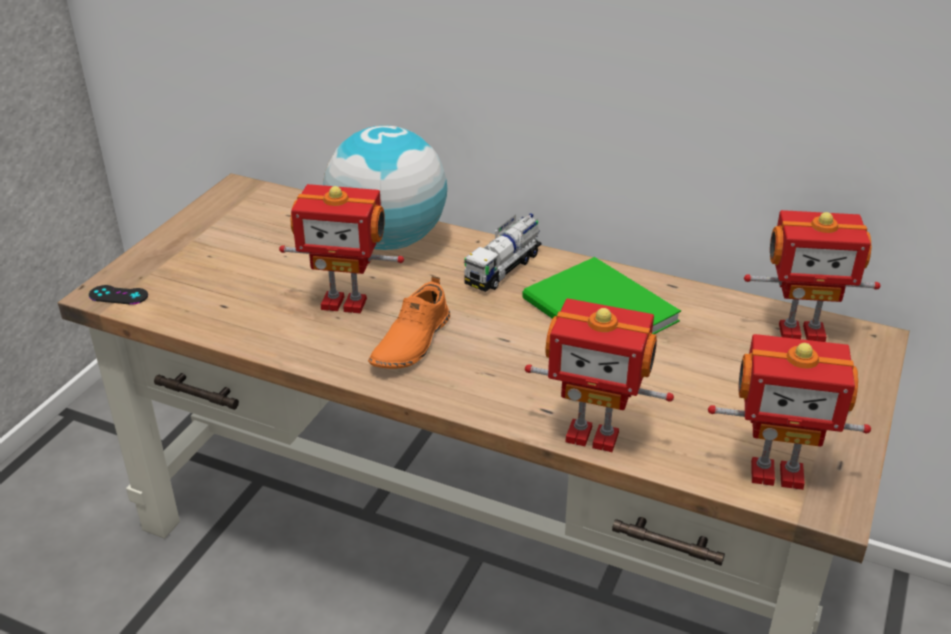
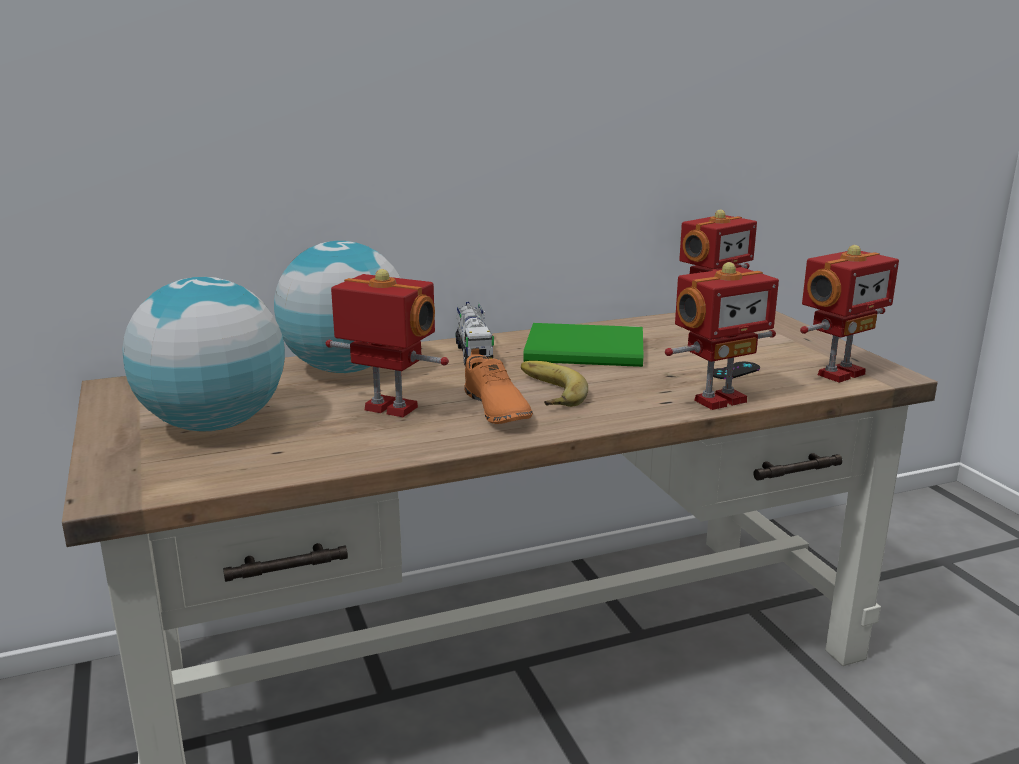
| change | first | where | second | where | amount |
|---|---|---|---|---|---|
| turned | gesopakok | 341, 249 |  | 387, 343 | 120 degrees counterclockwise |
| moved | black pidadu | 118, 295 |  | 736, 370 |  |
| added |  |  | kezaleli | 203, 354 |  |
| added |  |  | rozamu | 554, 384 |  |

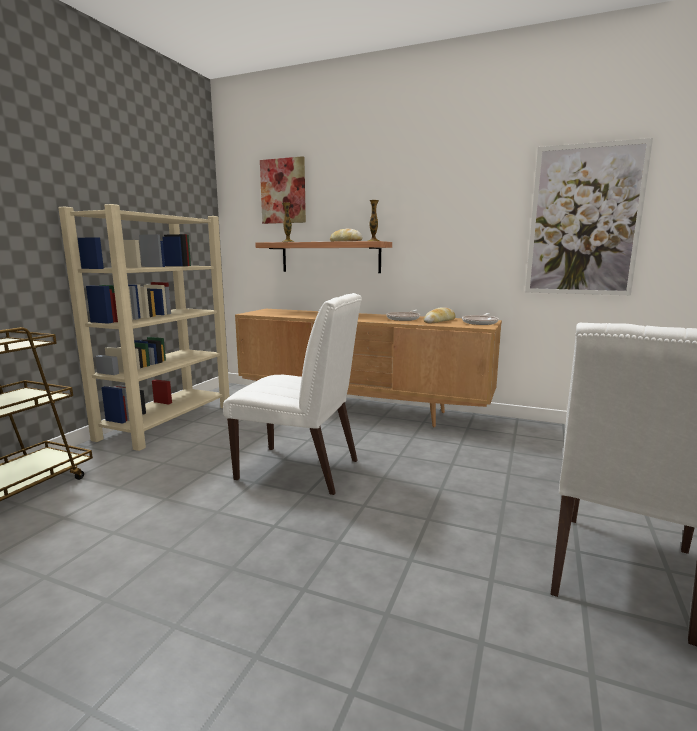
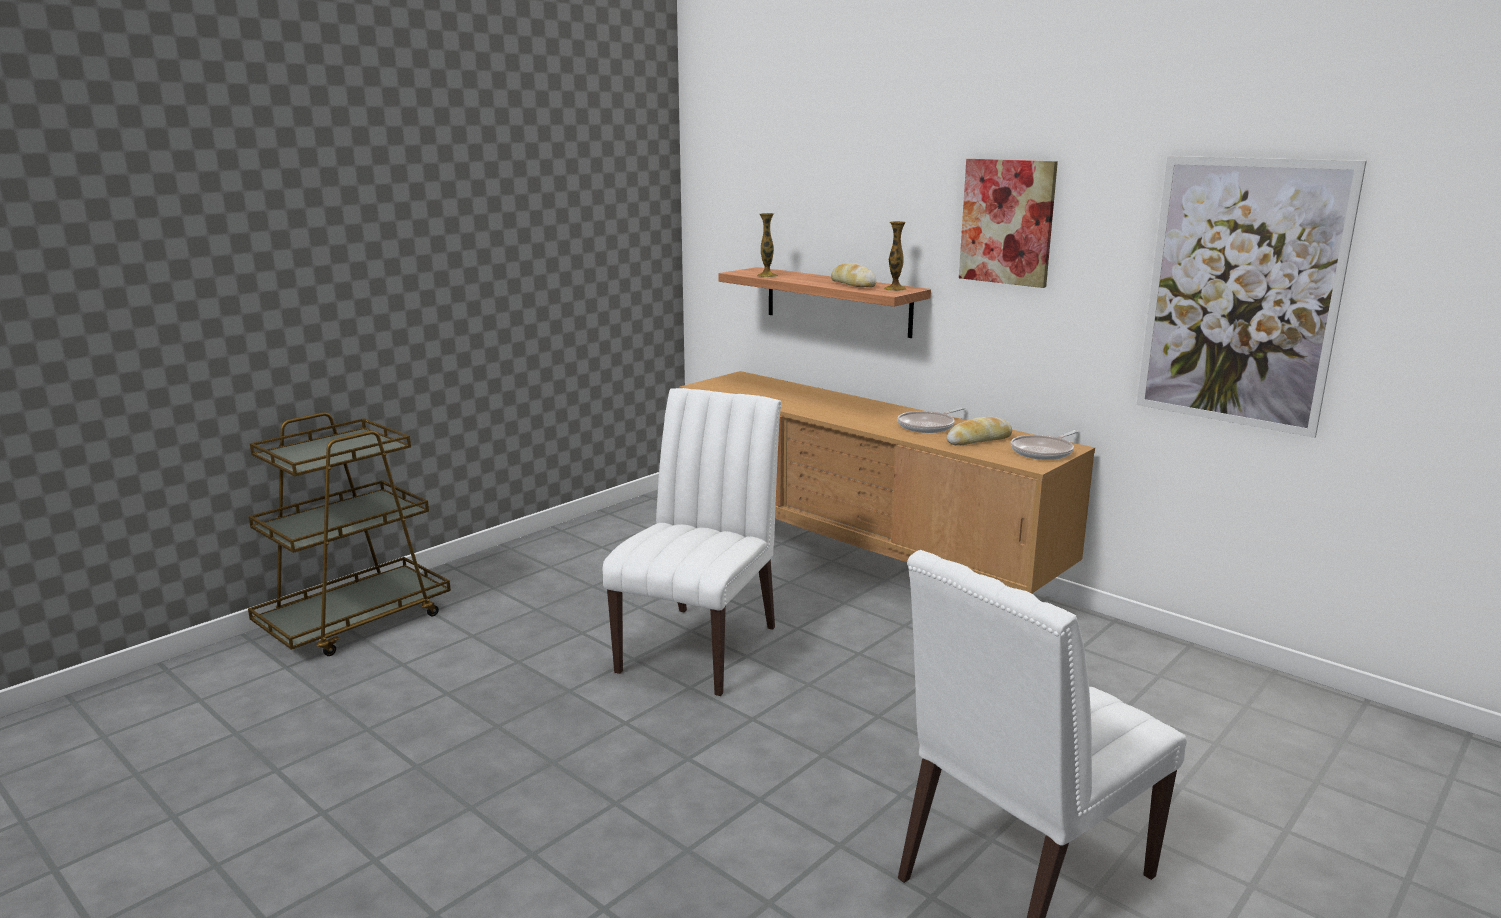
| change | first | where | second | where | amount |
|---|---|---|---|---|---|
| moved | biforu | 283, 190 |  | 1008, 223 |  |
| removed | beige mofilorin | 144, 327 |  |  |  |
| turned | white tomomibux | 292, 394 |  | 692, 542 | 105 degrees counterclockwise |

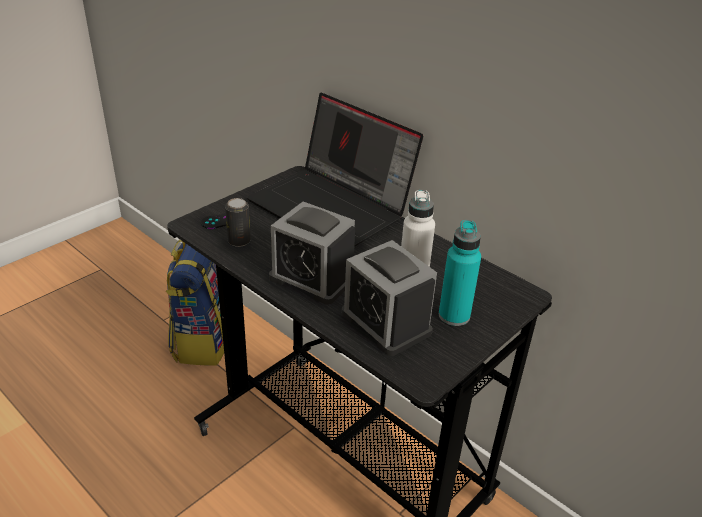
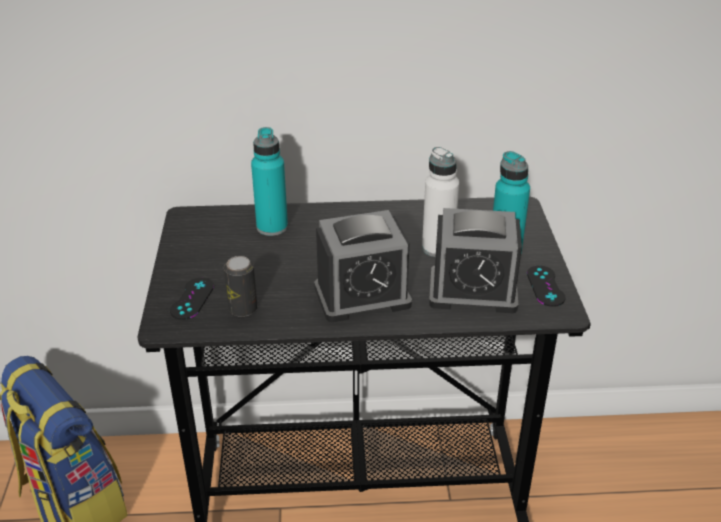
| change | first | where | second | where | amount |
|---|---|---|---|---|---|
| replaced | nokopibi | 335, 170 | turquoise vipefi | 269, 181 |  |
| added |  |  | black pidadu | 546, 286 |  |

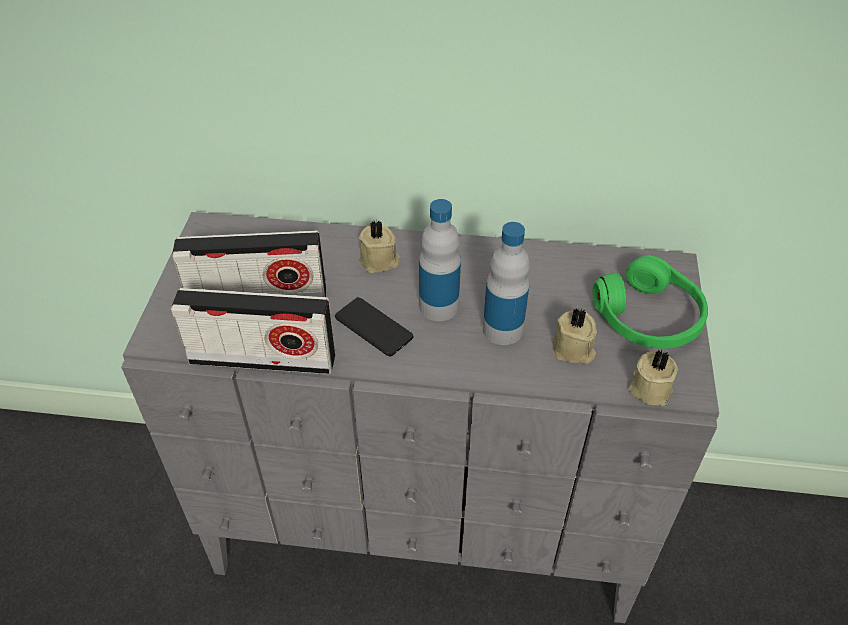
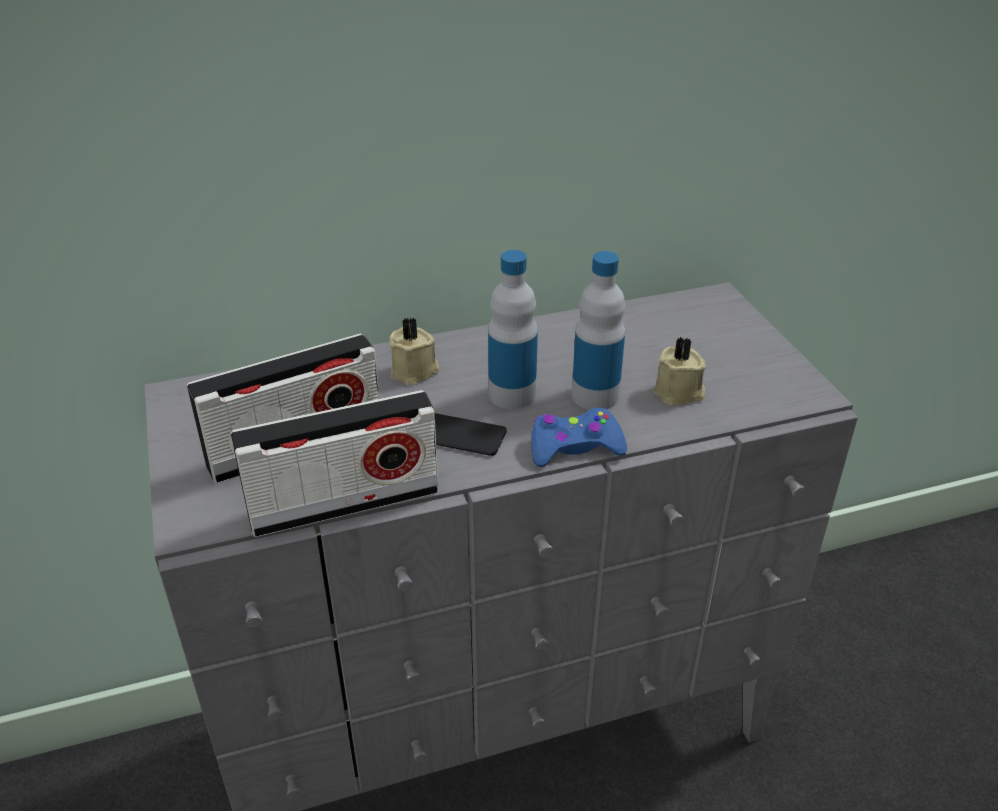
| change | first | where | second | where | amount |
|---|---|---|---|---|---|
| removed | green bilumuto | 650, 302 |  |  |  |
| removed | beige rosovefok | 653, 378 |  |  |  |
| added |  |  | blue pidadu | 579, 437 |  |

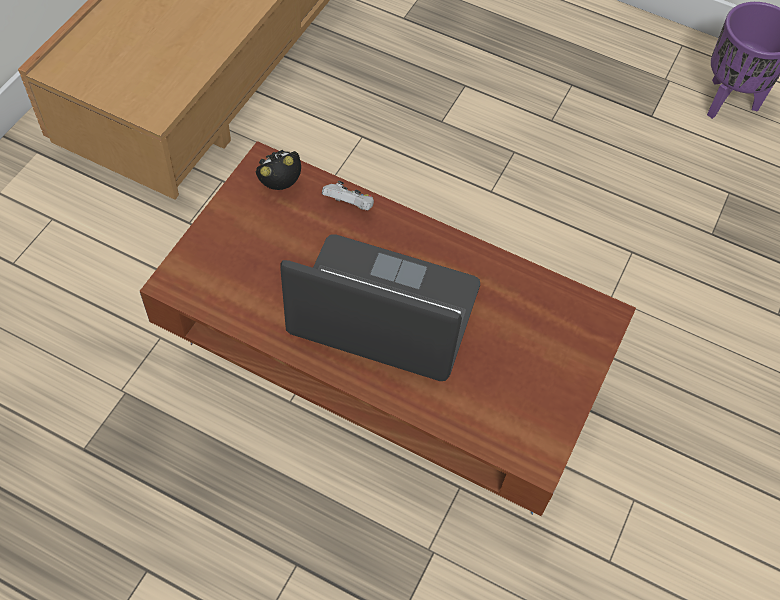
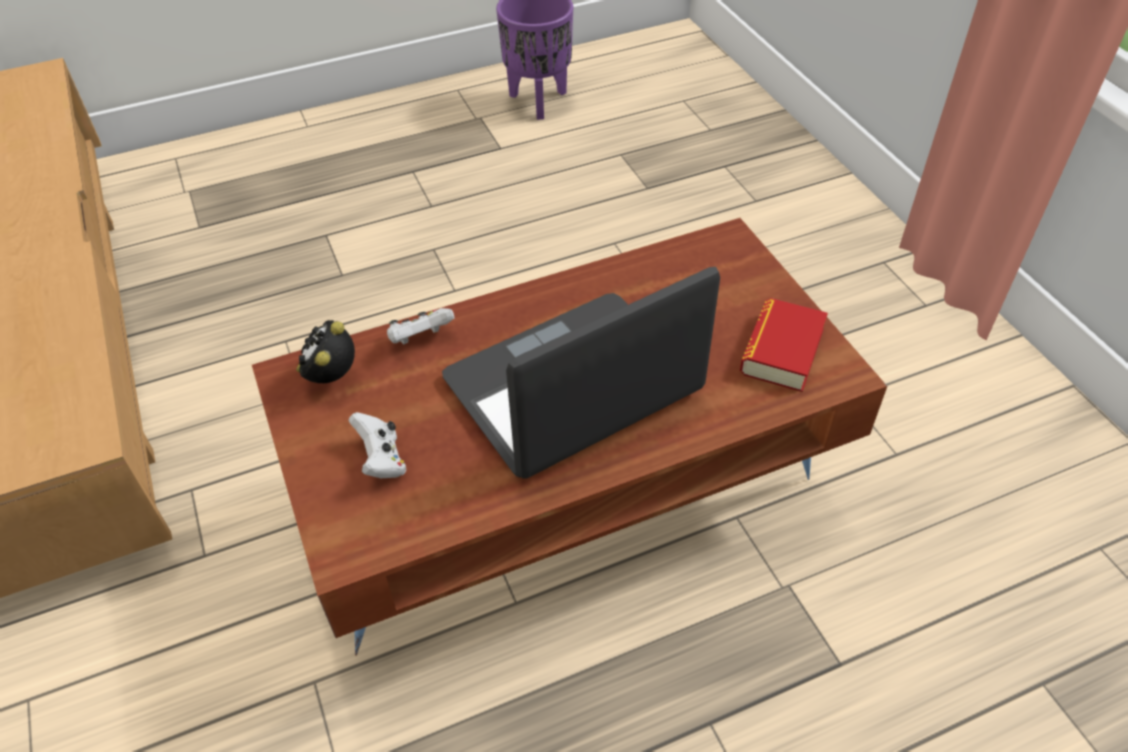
| change | first | where | second | where | amount |
|---|---|---|---|---|---|
| added |  |  | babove | 784, 345 |  |
| added |  |  | white pidadu | 377, 445 |  |

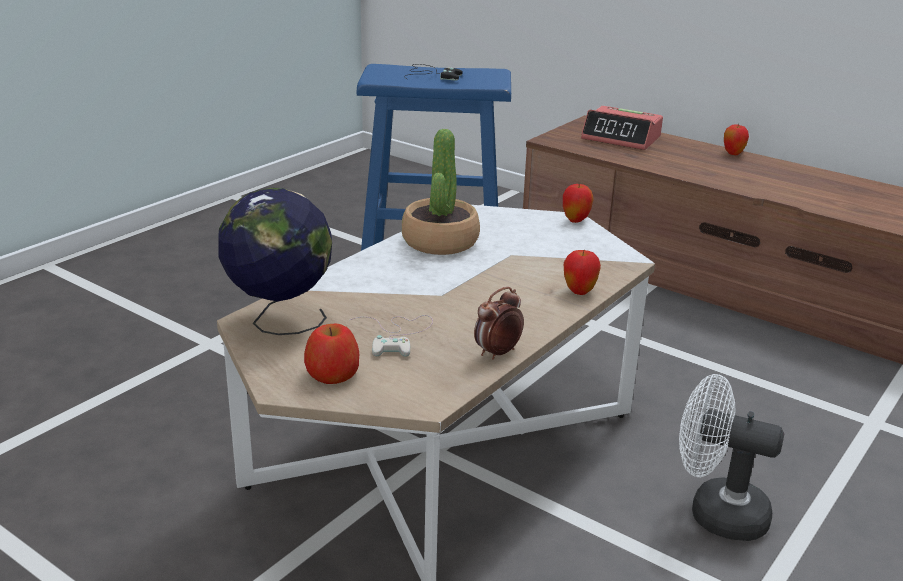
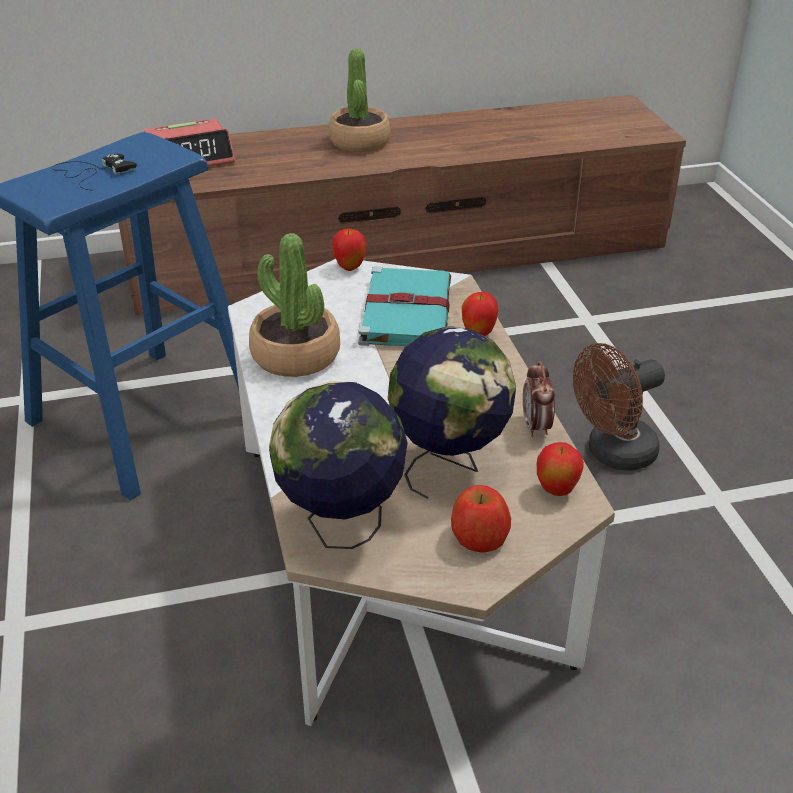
| change | first | where | second | where | amount |
|---|---|---|---|---|---|
| moved | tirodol | 736, 139 |  | 560, 469 |  |
| replaced | white pidadu | 391, 336 | kezaleli | 452, 412 |  |
| recoloured | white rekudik | 731, 457 | brown rekudik | 619, 407 |  |
| added |  |  | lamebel | 359, 100 |  |
| added |  |  | turquoise babove | 404, 306 |  |

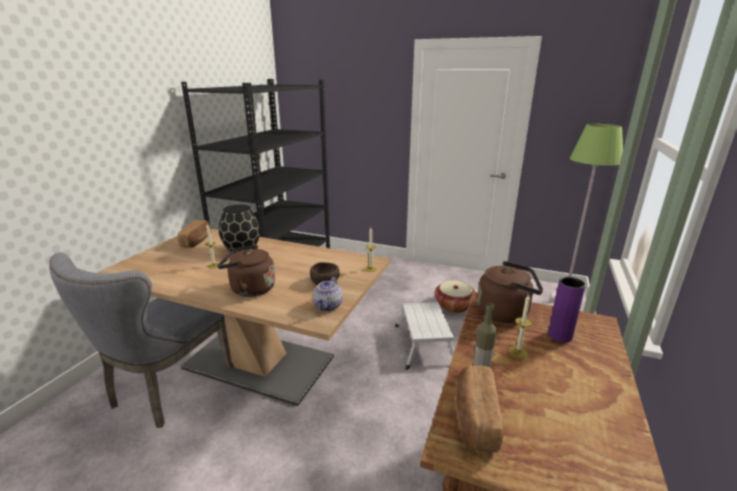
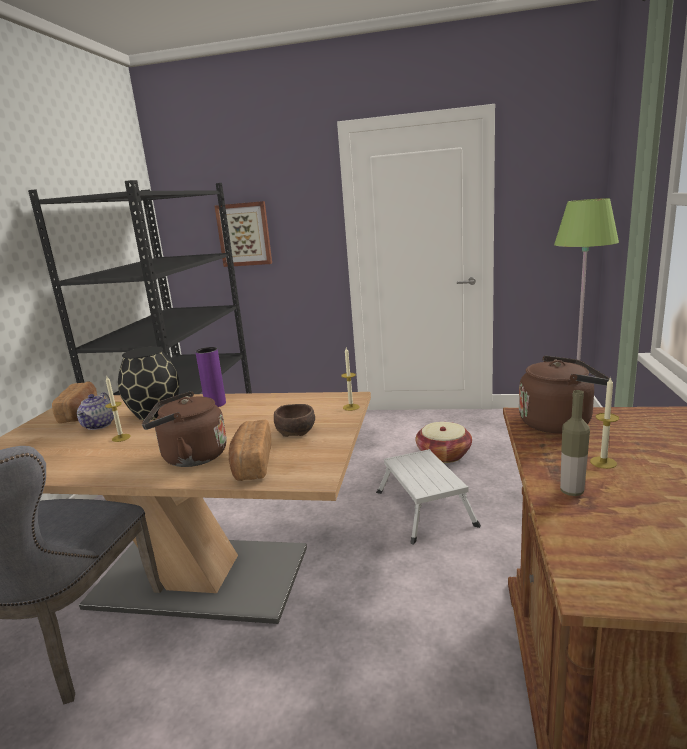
| change | first | where | second | where | amount |
|---|---|---|---|---|---|
| moved | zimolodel | 328, 294 |  | 95, 411 |  |
| moved | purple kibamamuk | 567, 309 |  | 210, 377 |  |
| moved | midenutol | 479, 409 |  | 250, 450 |  |
| added |  |  | biforu | 243, 234 |  |

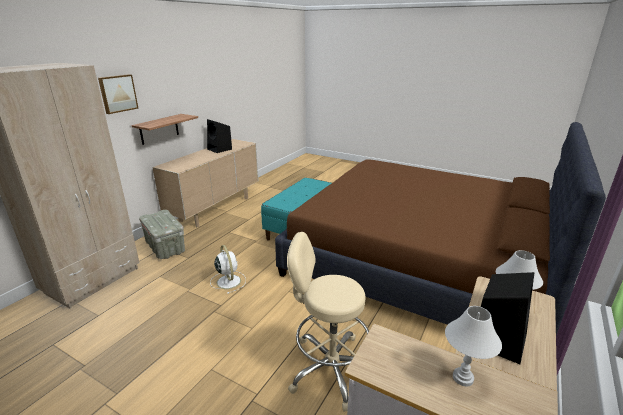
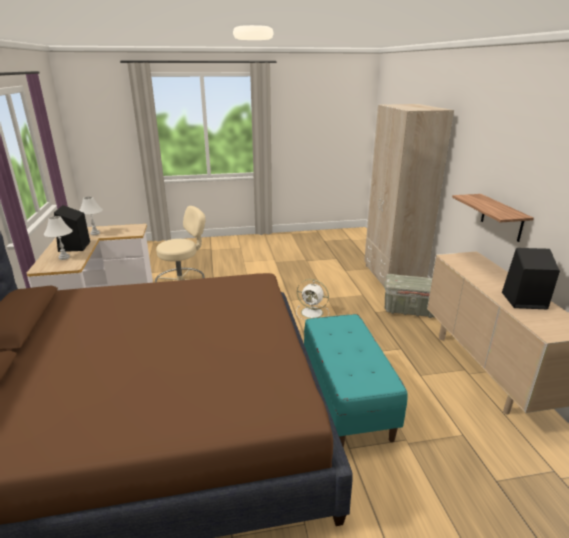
| change | first | where | second | where | amount |
|---|---|---|---|---|---|
| removed | biforu | 118, 94 |  |  |  |

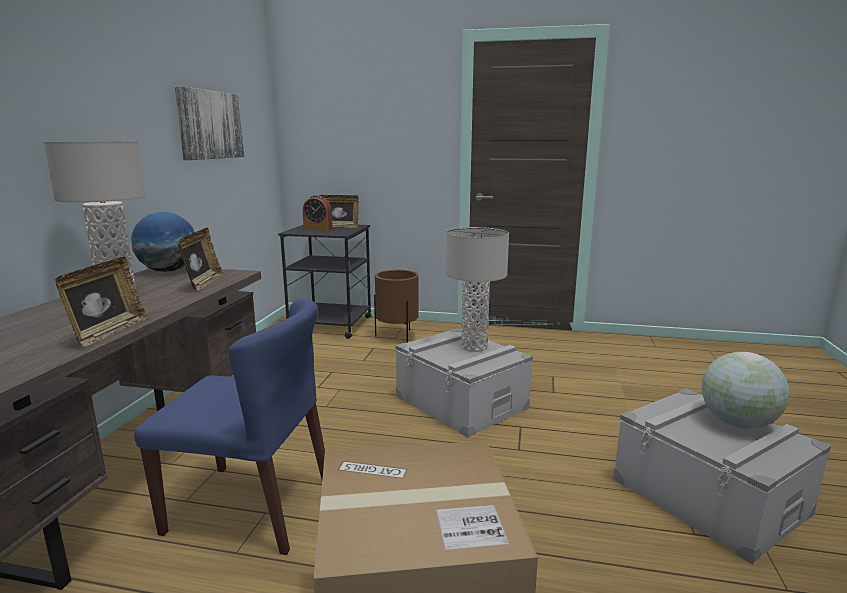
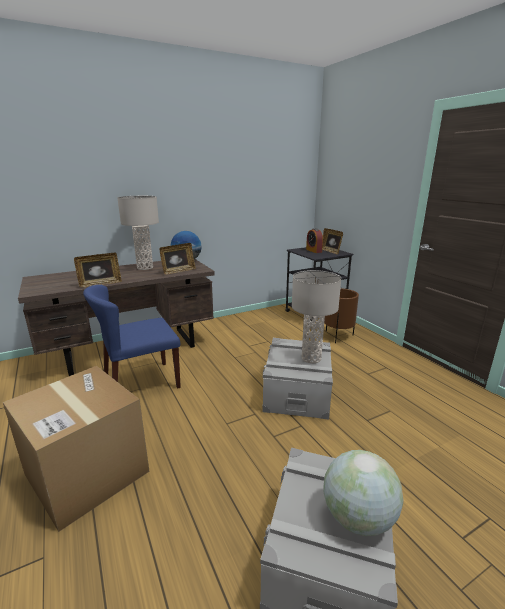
| change | first | where | second | where | amount |
|---|---|---|---|---|---|
| removed | biforu | 209, 123 |  |  |  |
| turned | blue tomomibux | 229, 427 |  | 132, 337 | 90 degrees clockwise |

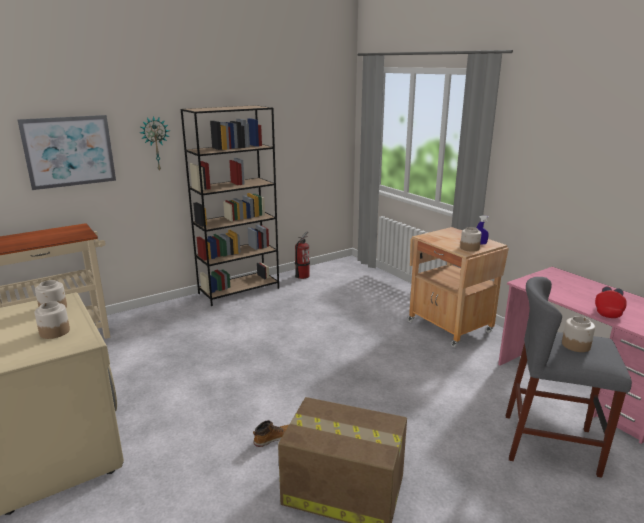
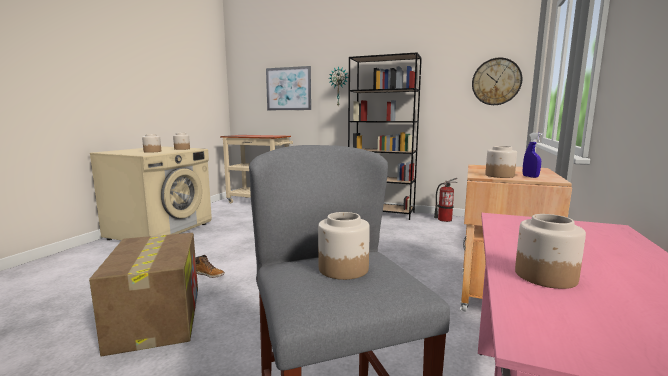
| change | first | where | second | where | amount |
|---|---|---|---|---|---|
| replaced | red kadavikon | 611, 302 | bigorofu | 550, 251 |  |
| added |  |  | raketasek | 497, 81 |  |

